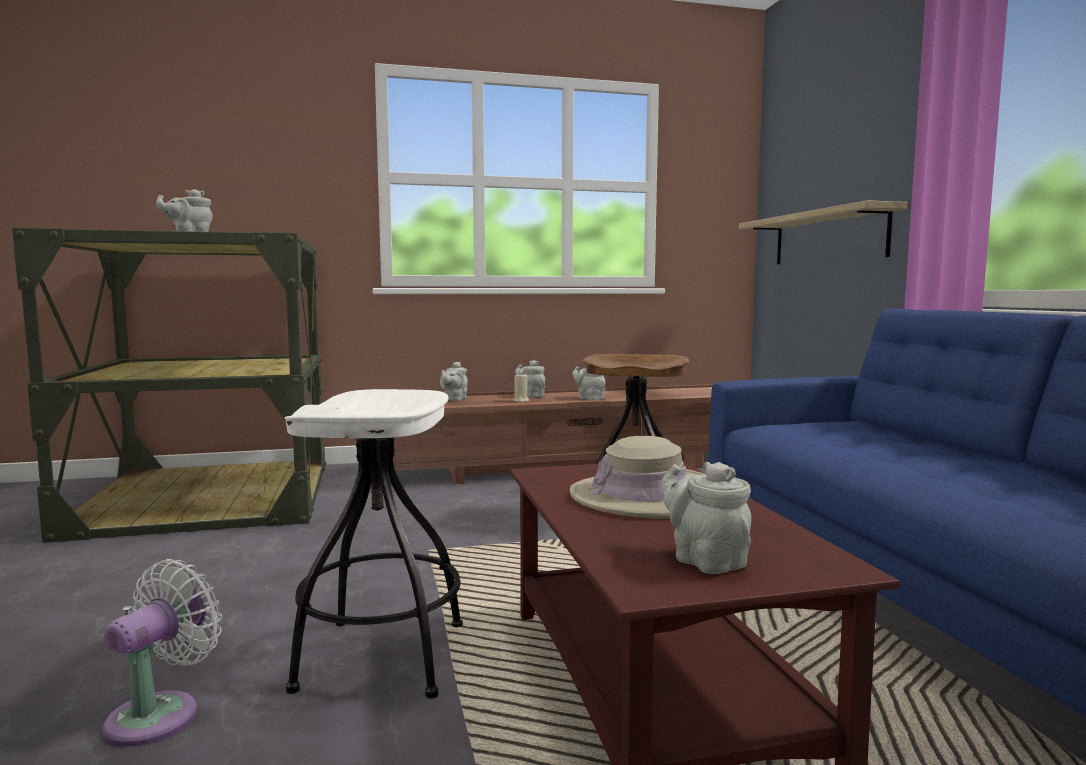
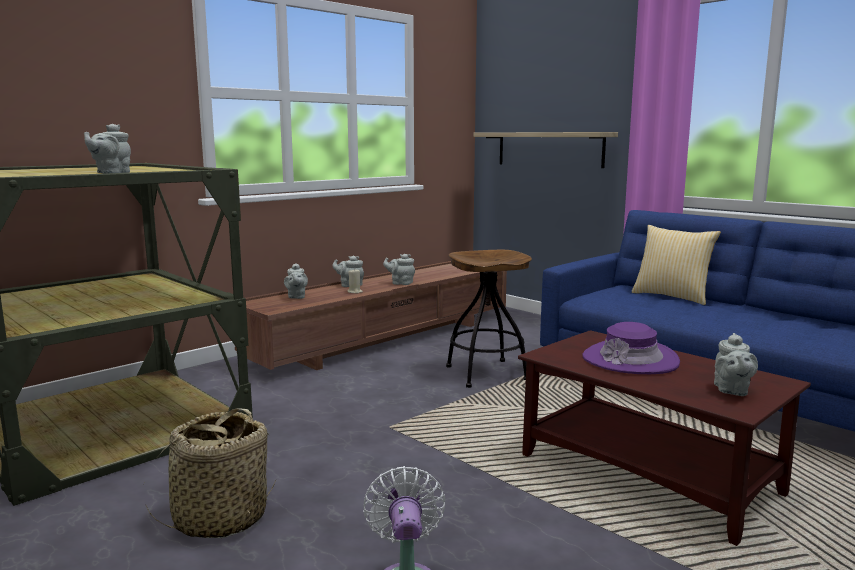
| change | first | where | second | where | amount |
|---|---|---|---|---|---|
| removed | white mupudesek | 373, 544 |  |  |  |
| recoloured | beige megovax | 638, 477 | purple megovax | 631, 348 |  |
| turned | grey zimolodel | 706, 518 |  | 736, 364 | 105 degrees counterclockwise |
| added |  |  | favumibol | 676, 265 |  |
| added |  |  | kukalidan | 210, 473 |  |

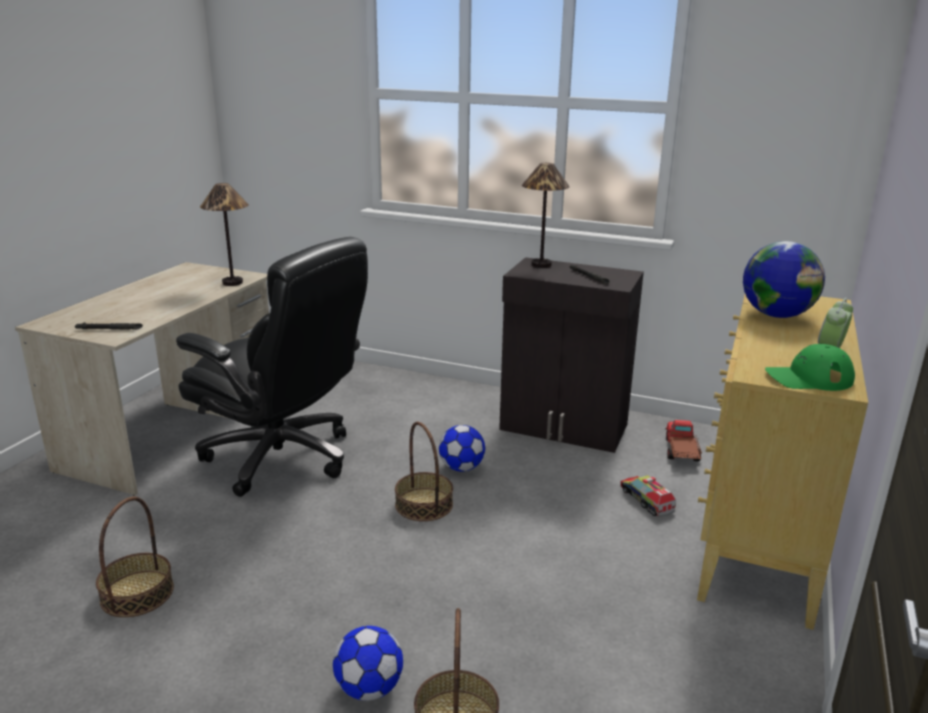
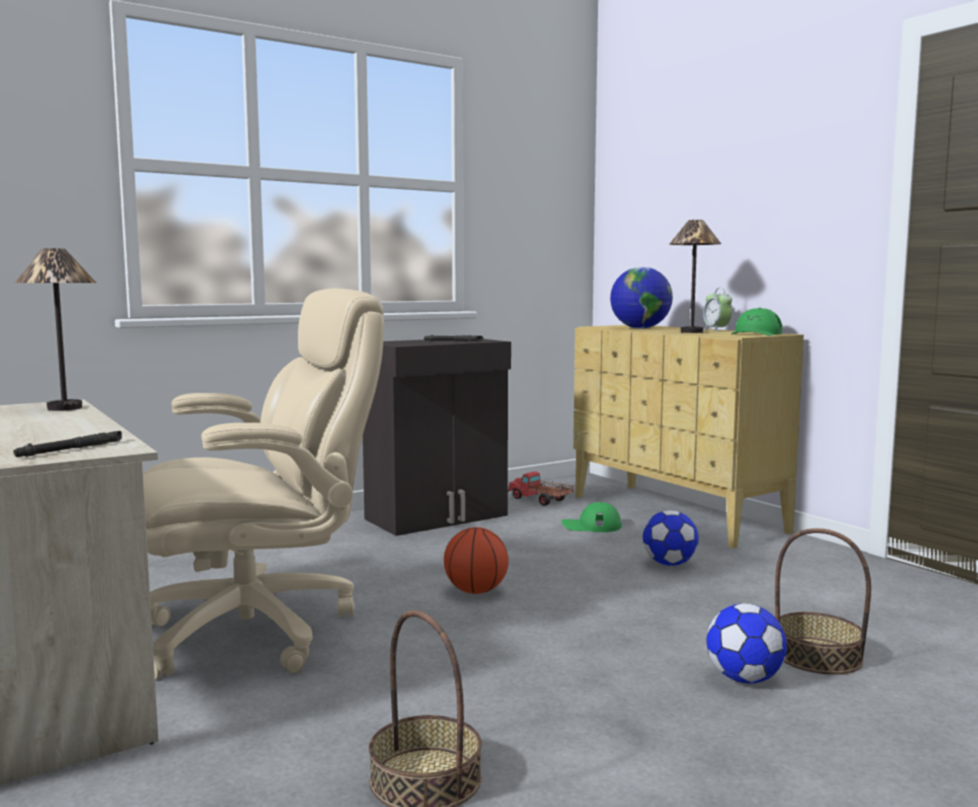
| change | first | where | second | where | amount |
|---|---|---|---|---|---|
| moved | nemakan | 545, 215 |  | 695, 276 |  |
| recoloured | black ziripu | 272, 367 | beige ziripu | 263, 483 |  |
| replaced | kukalidan | 424, 471 | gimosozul | 476, 560 |  |
| moved | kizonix | 462, 448 |  | 671, 538 |  |
| replaced | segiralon | 648, 496 | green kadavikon | 591, 517 |  |

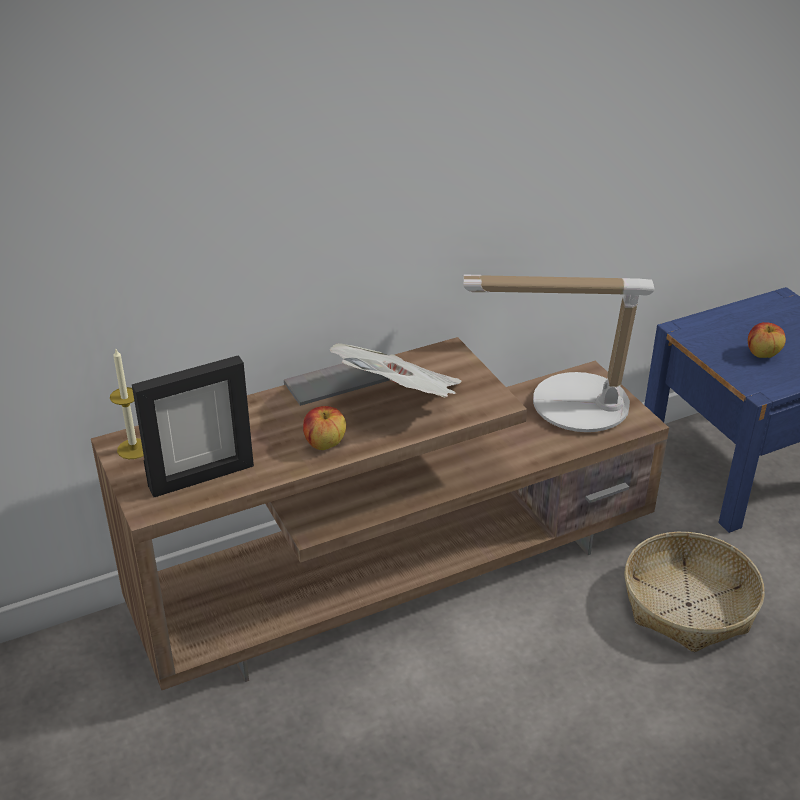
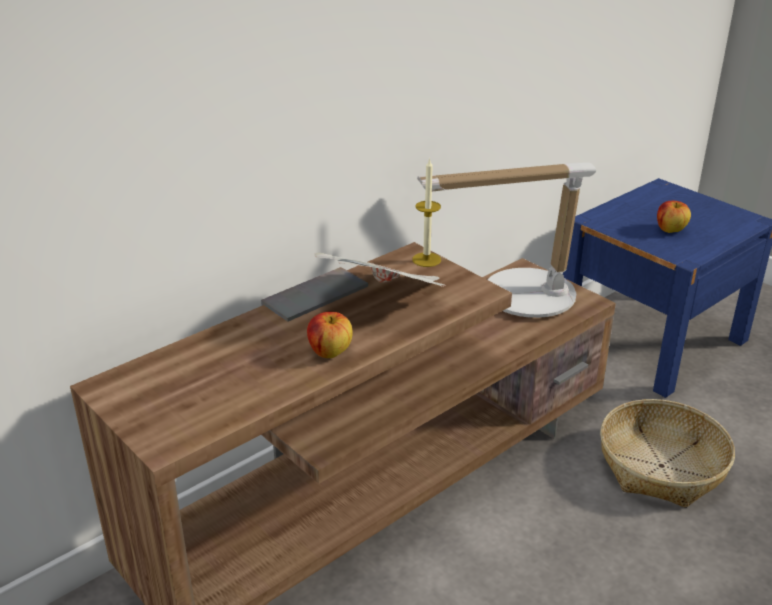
| change | first | where | second | where | amount |
|---|---|---|---|---|---|
| moved | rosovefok | 127, 404 |  | 426, 212 |  |
| removed | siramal | 193, 426 |  |  |  |

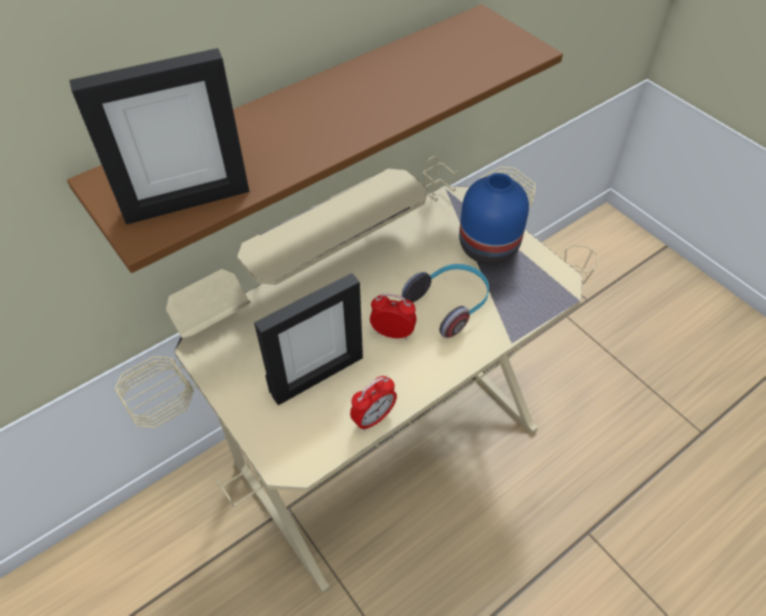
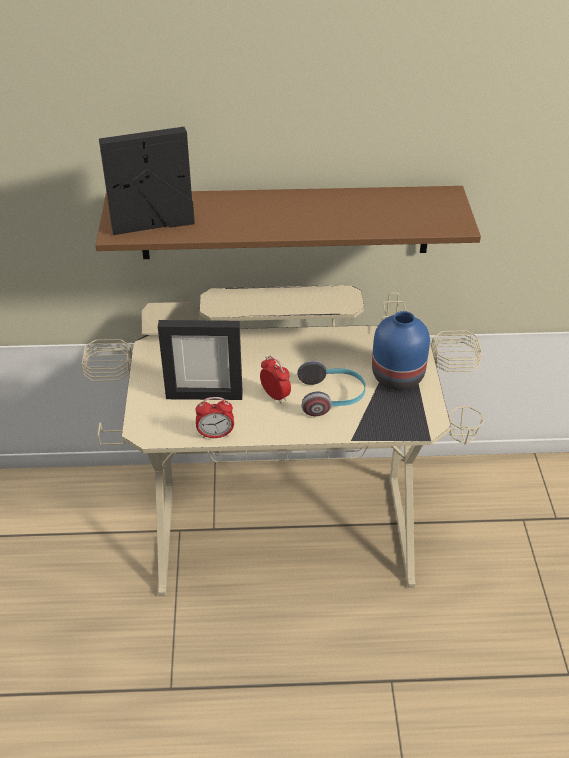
| change | first | where | second | where | amount |
|---|---|---|---|---|---|
| turned | siramal | 159, 136 |  | 147, 181 | 150 degrees clockwise |

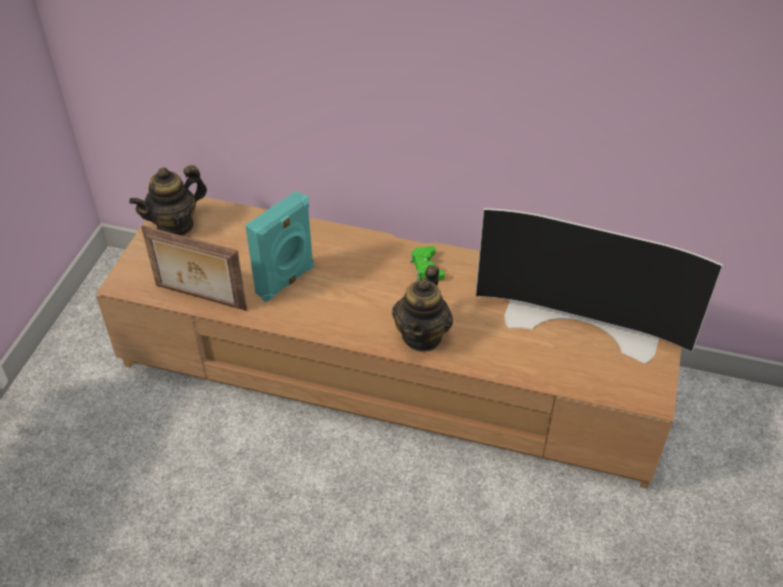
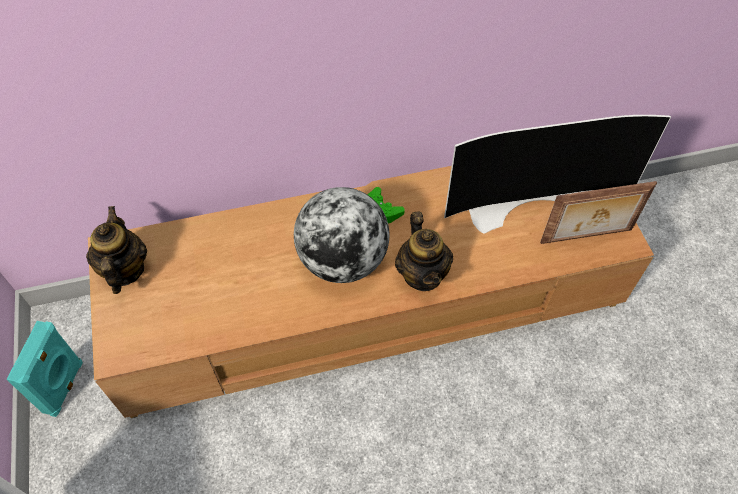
| change | first | where | second | where | amount |
|---|---|---|---|---|---|
| turned | zimolodel | 168, 200 |  | 116, 250 | 150 degrees clockwise |
| moved | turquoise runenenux | 279, 246 |  | 44, 369 |  |
| moved | siramal | 194, 268 |  | 598, 212 |  |
| added |  |  | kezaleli | 342, 235 |  |

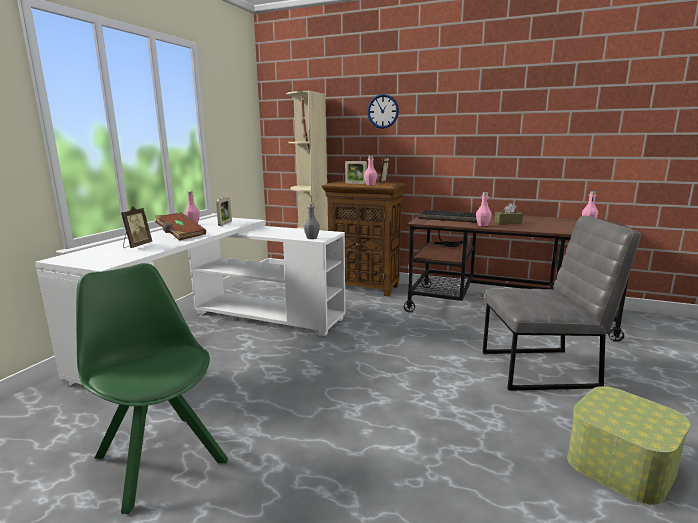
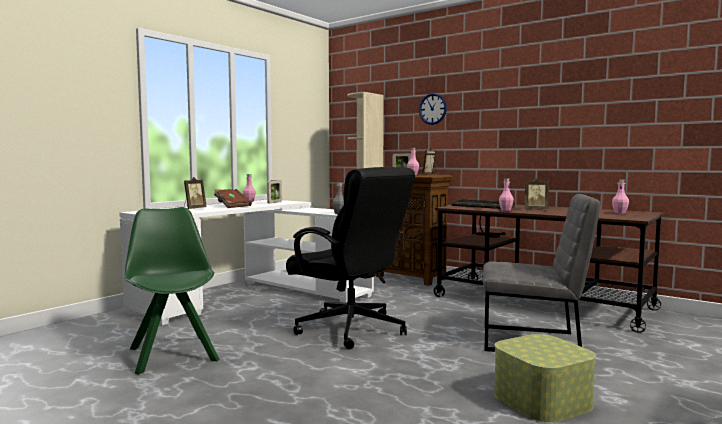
| change | first | where | second | where | amount |
|---|---|---|---|---|---|
| replaced | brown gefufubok | 509, 213 | siramal | 537, 194 |  |
| added |  |  | black ziripu | 350, 258 |  |

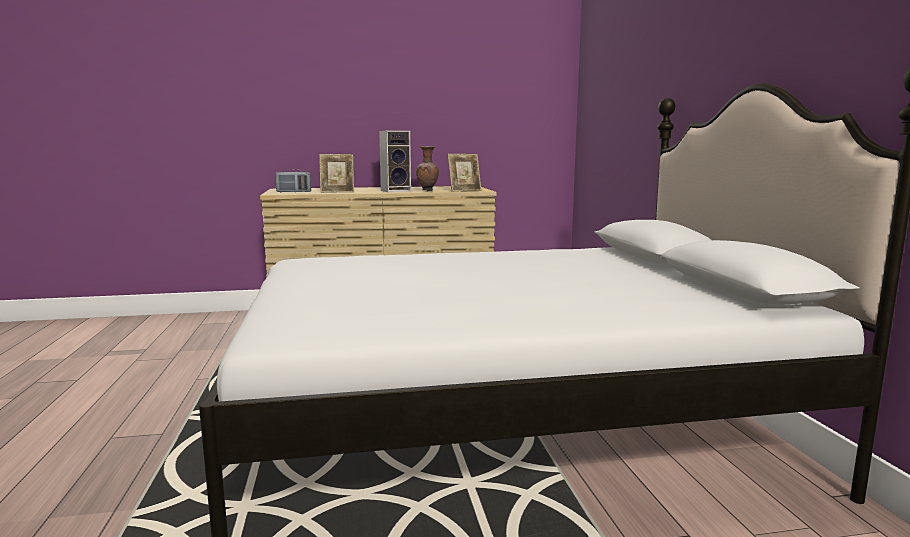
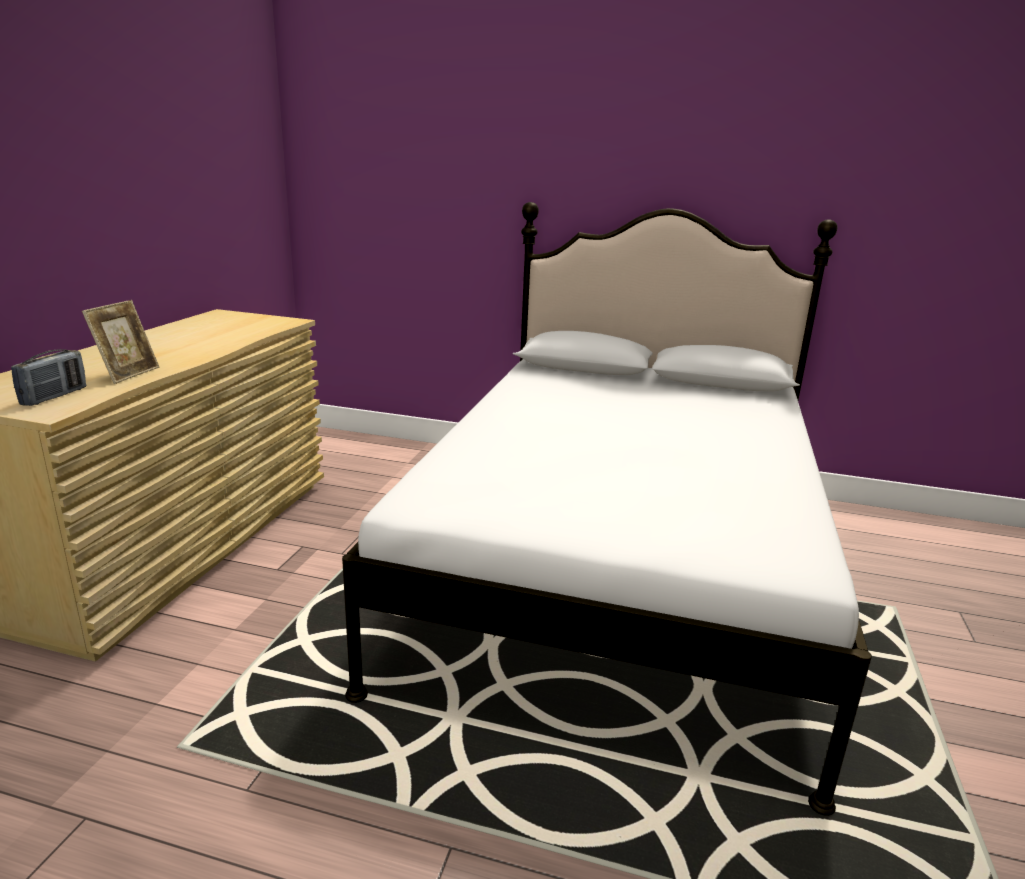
| change | first | where | second | where | amount |
|---|---|---|---|---|---|
| removed | runenenux | 395, 161 |  |  |  |
| removed | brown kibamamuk | 427, 168 |  |  |  |
| removed | siramal | 465, 173 |  |  |  |

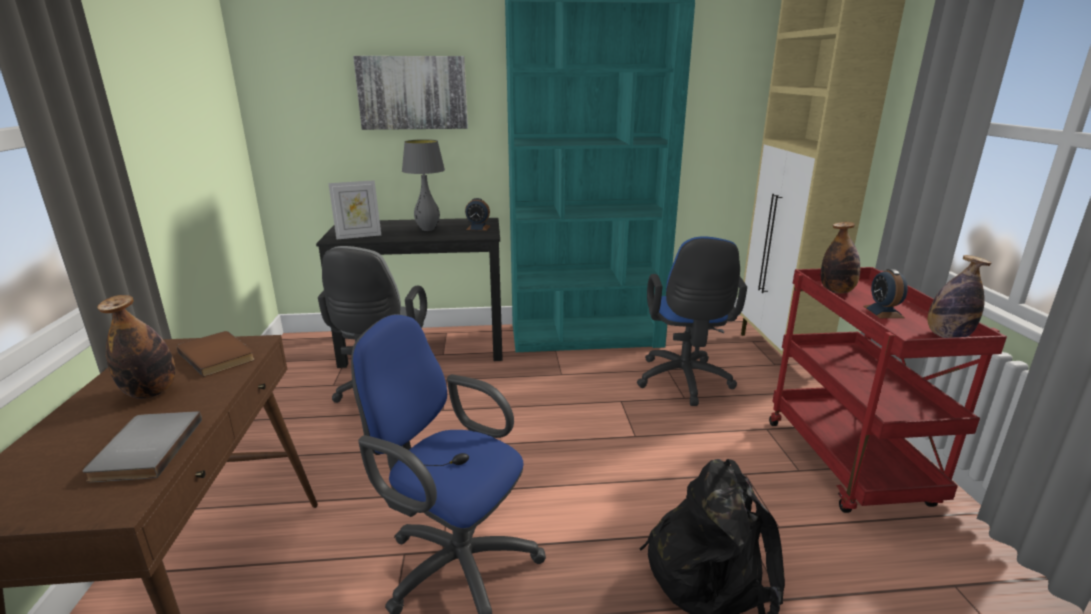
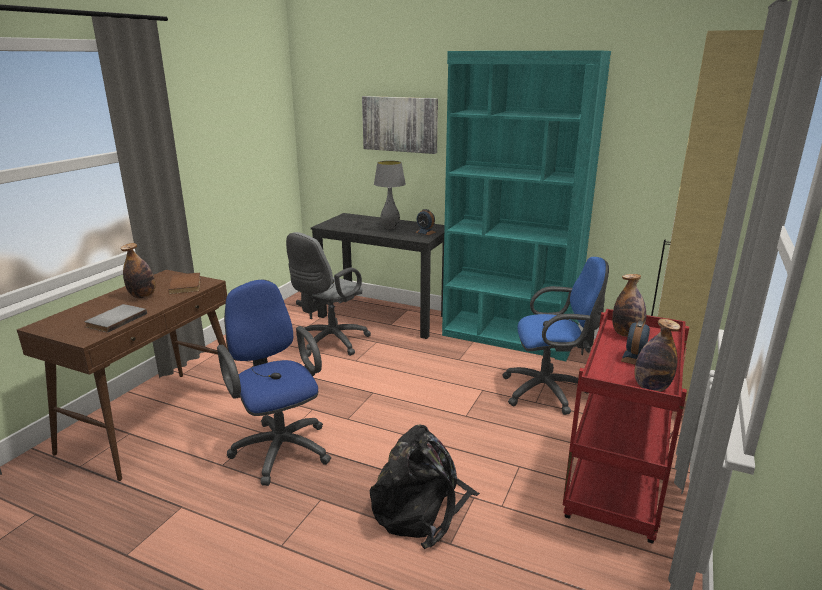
| change | first | where | second | where | amount |
|---|---|---|---|---|---|
| removed | siramal | 354, 210 |  |  |  |
| turned | blue ziripu | 692, 321 |  | 555, 336 | 120 degrees counterclockwise |

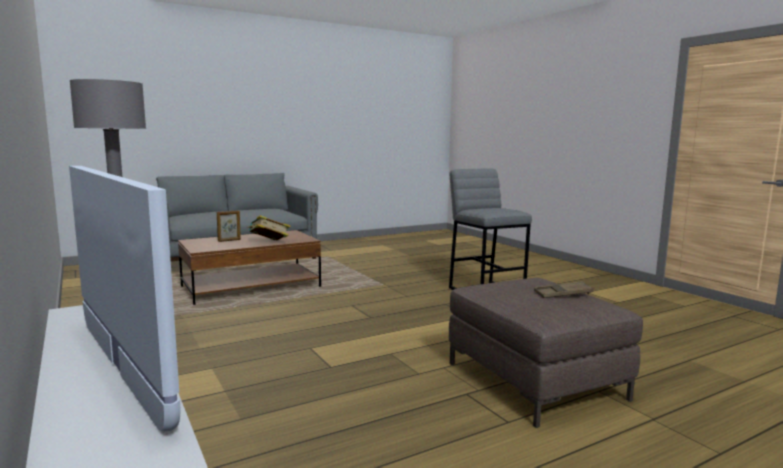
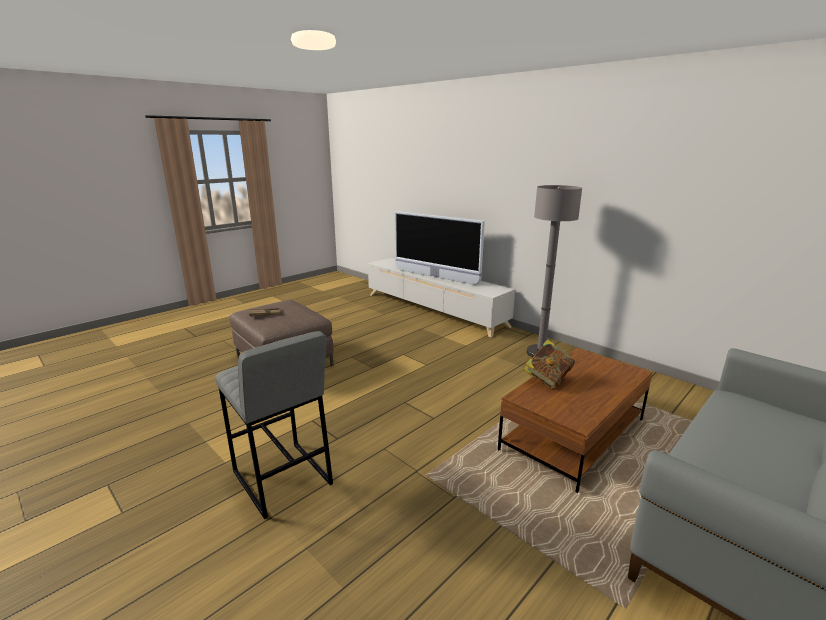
| change | first | where | second | where | amount |
|---|---|---|---|---|---|
| removed | siramal | 229, 226 |  |  |  |

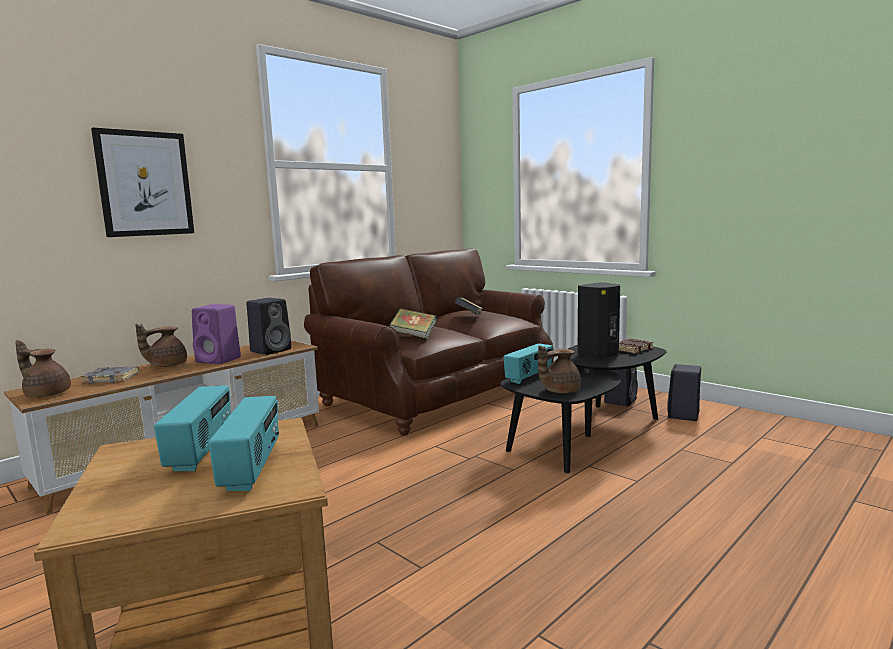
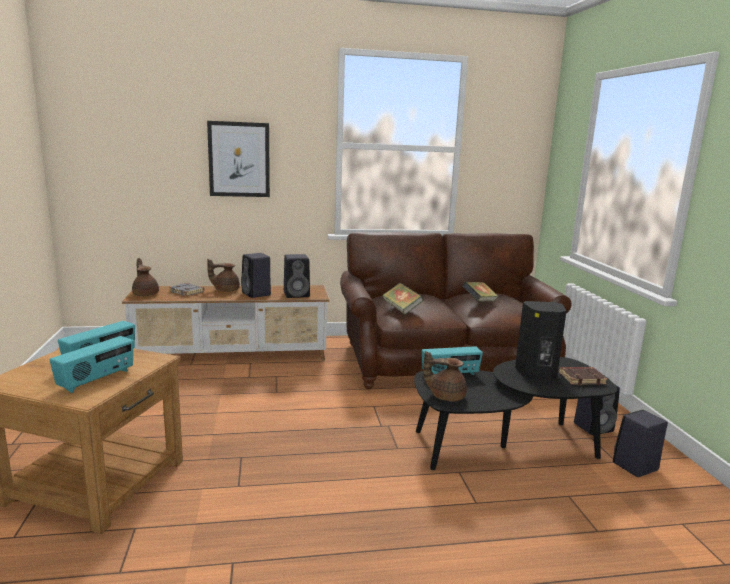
| change | first | where | second | where | amount |
|---|---|---|---|---|---|
| recoloured | purple runenenux | 216, 334 | black runenenux | 256, 275 |  |

